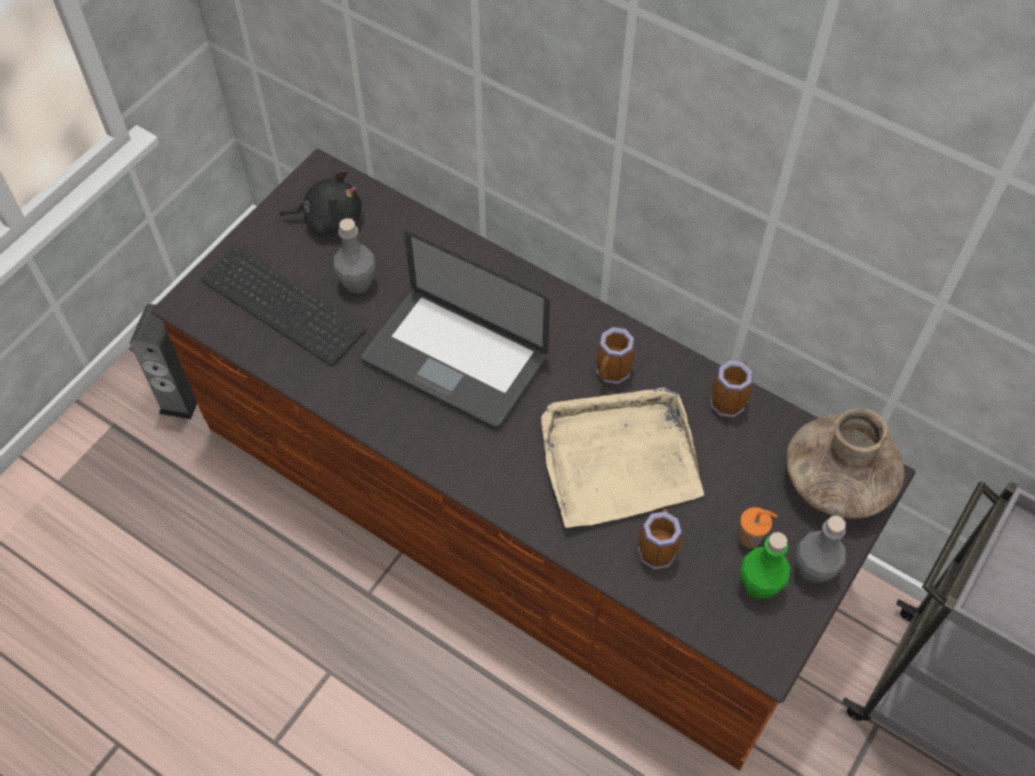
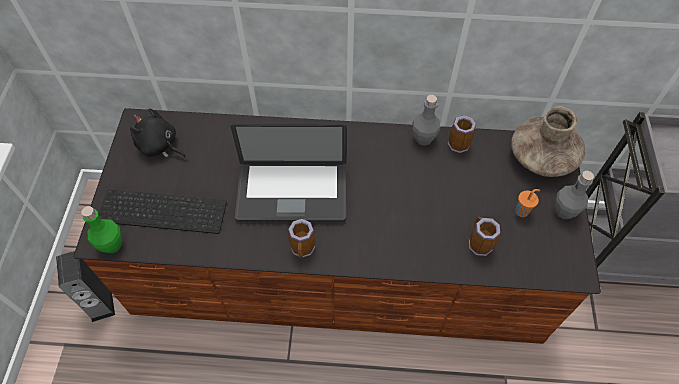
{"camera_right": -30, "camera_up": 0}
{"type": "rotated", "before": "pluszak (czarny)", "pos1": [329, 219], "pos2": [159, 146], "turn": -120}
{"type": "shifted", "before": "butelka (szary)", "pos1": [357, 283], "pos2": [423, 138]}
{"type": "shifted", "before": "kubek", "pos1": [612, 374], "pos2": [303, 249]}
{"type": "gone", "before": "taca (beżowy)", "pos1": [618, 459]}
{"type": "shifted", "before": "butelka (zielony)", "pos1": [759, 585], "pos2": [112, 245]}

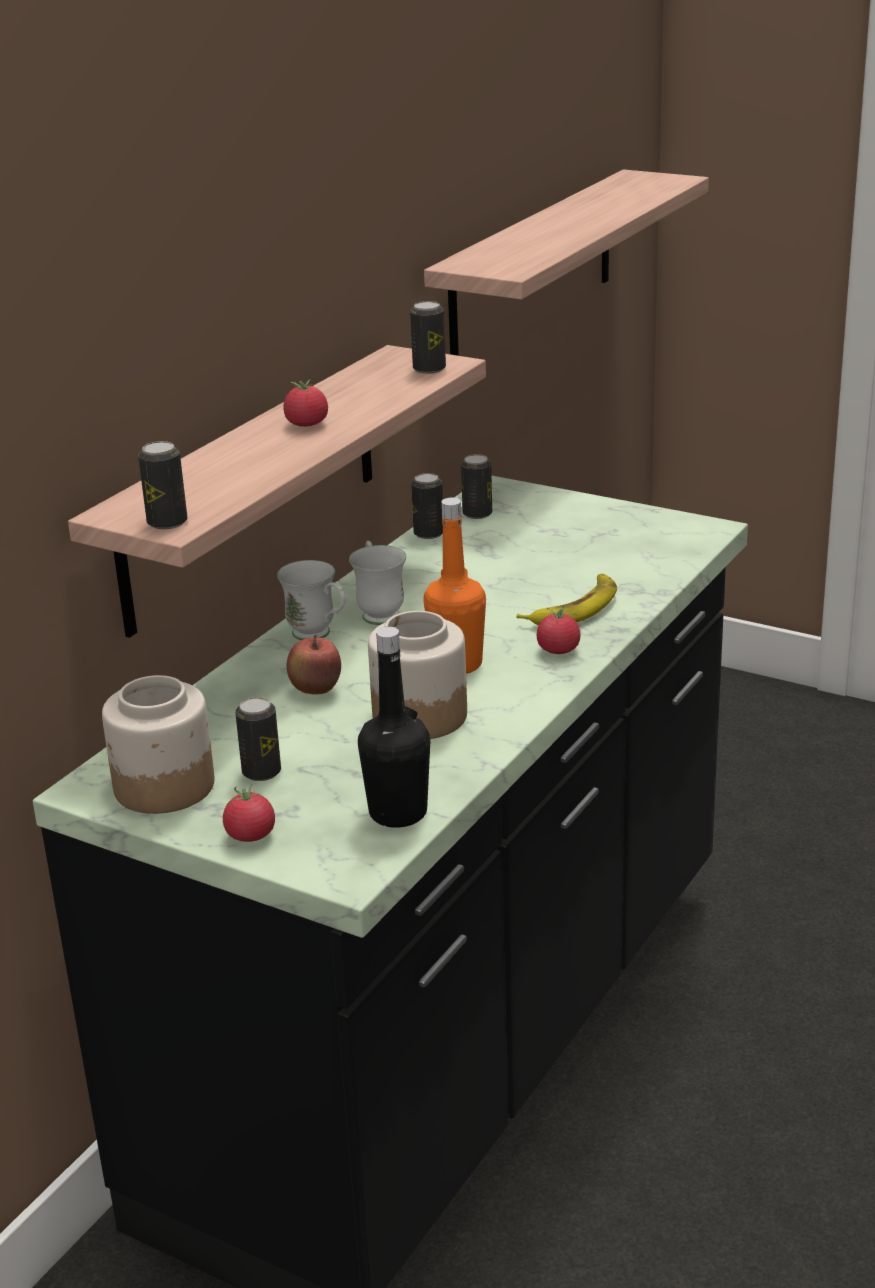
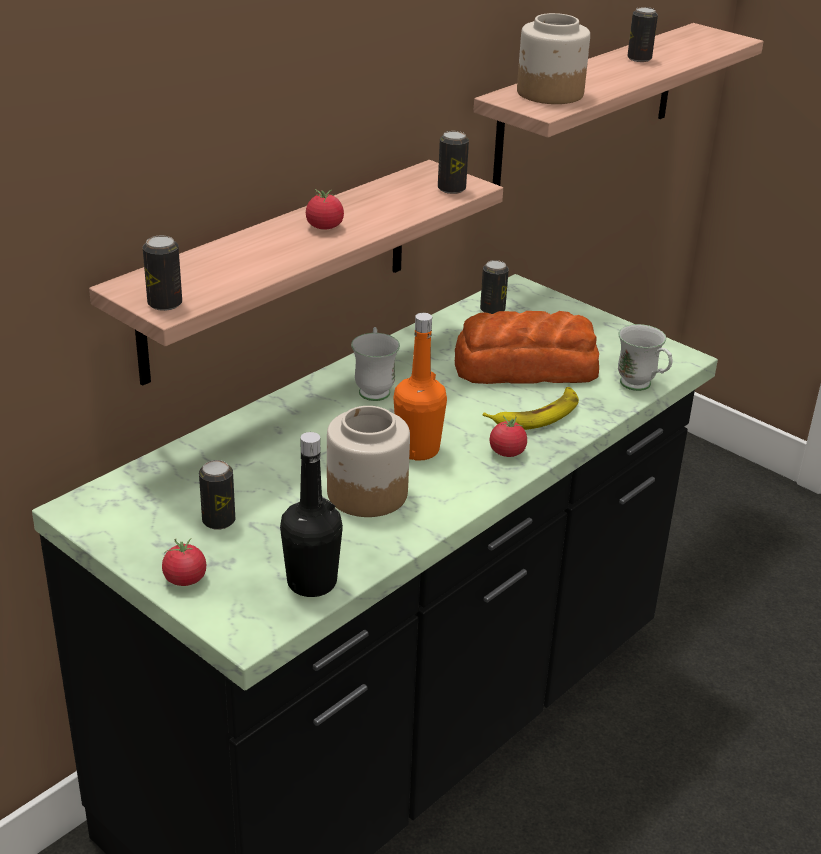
{"camera_right": 10, "camera_up": 5}
{"type": "shifted", "before": "puszka", "pos1": [428, 533], "pos2": [639, 59]}
{"type": "shifted", "before": "kubek (biały)", "pos1": [318, 635], "pos2": [641, 387]}
{"type": "gone", "before": "jabłko", "pos1": [316, 691]}
{"type": "shifted", "before": "słoik", "pos1": [163, 787], "pos2": [549, 93]}
{"type": "new", "after": "chleb", "pos2": [524, 366]}

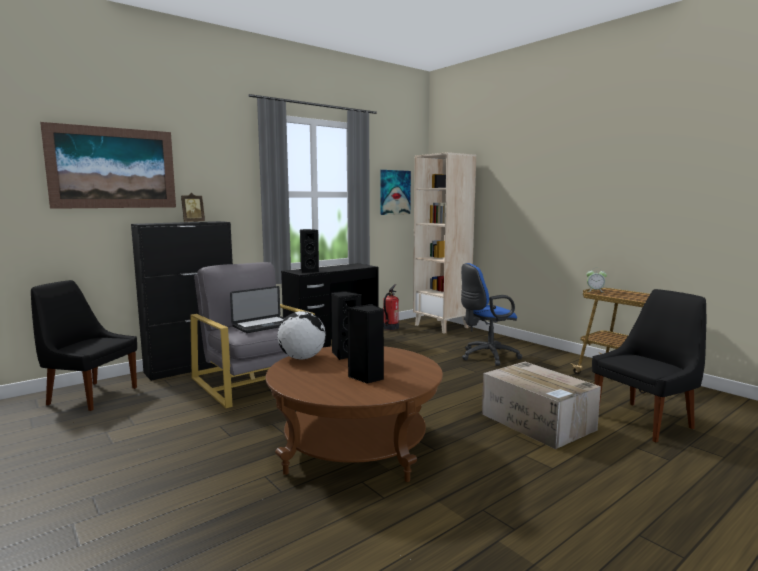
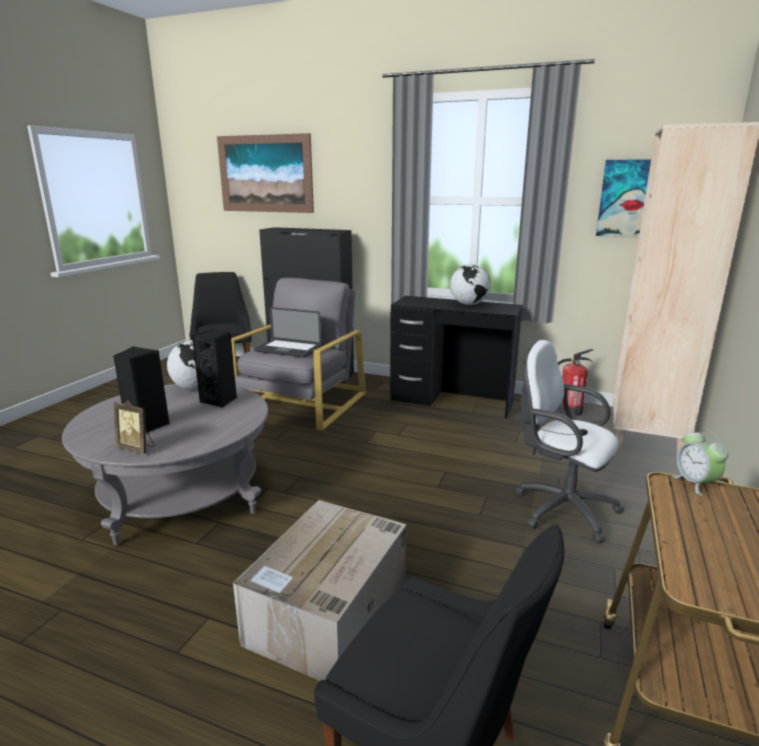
{"camera_right": 60, "camera_up": 10}
{"type": "shifted", "before": "ramka na zdjęcie", "pos1": [193, 222], "pos2": [137, 448]}
{"type": "gone", "before": "głośnik (czarny)", "pos1": [308, 271]}
{"type": "repainted", "before": "krzesło biurowe (niebieski)", "after": "krzesło biurowe (biały)", "pos1": [486, 356], "pos2": [559, 508]}
{"type": "repainted", "before": "ława (brązowy)", "after": "ława (szary)", "pos1": [355, 447], "pos2": [182, 495]}
{"type": "new", "after": "globus", "pos2": [469, 304]}

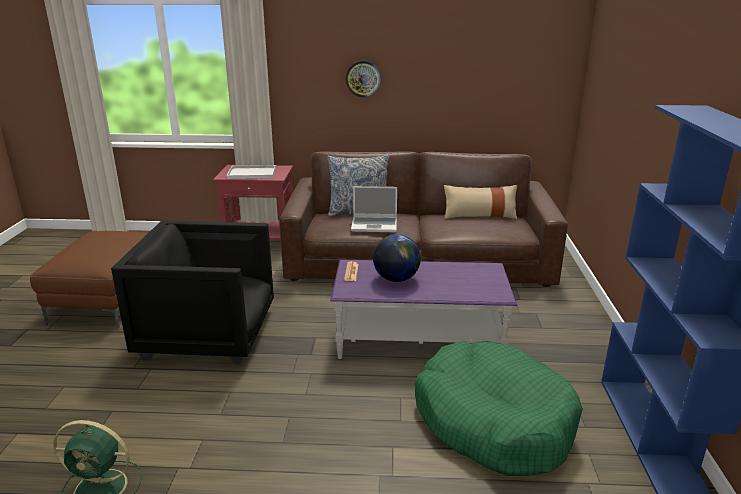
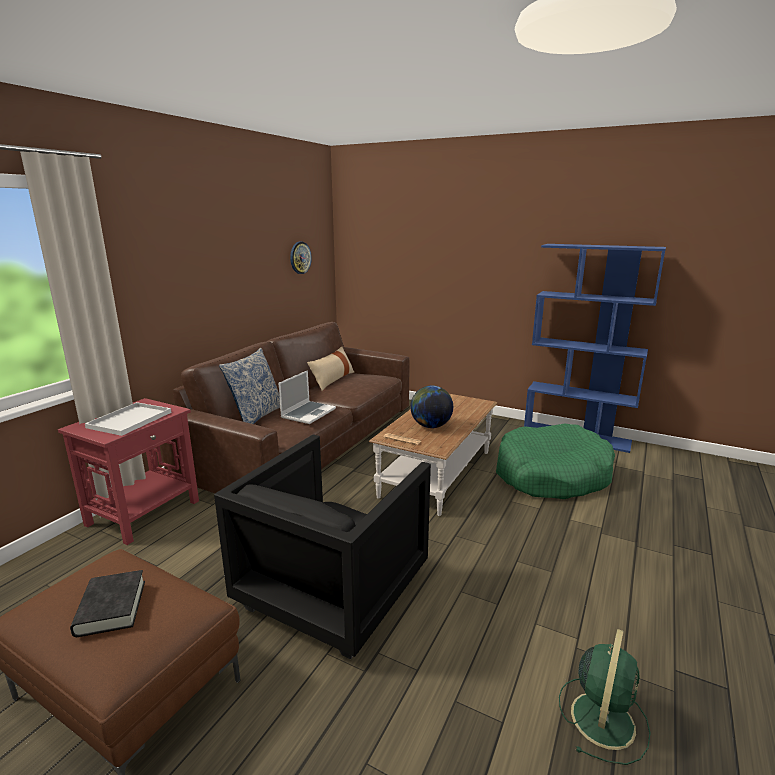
{"camera_right": -65, "camera_up": -5}
{"type": "shifted", "before": "zegar ścienny", "pos1": [363, 79], "pos2": [300, 257]}
{"type": "repainted", "before": "ława (fioletowy)", "after": "ława (brązowy)", "pos1": [419, 340], "pos2": [436, 473]}
{"type": "new", "after": "książka (czarny)", "pos2": [111, 608]}

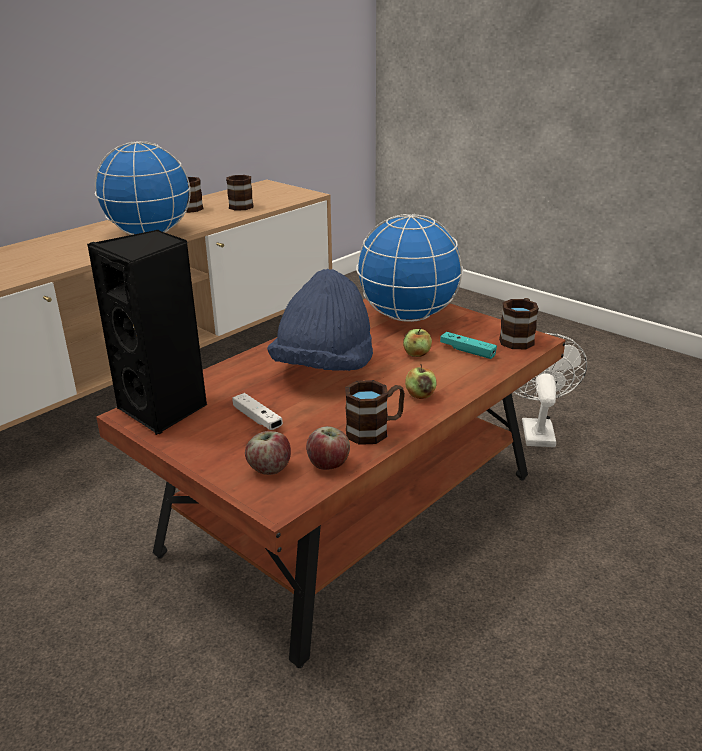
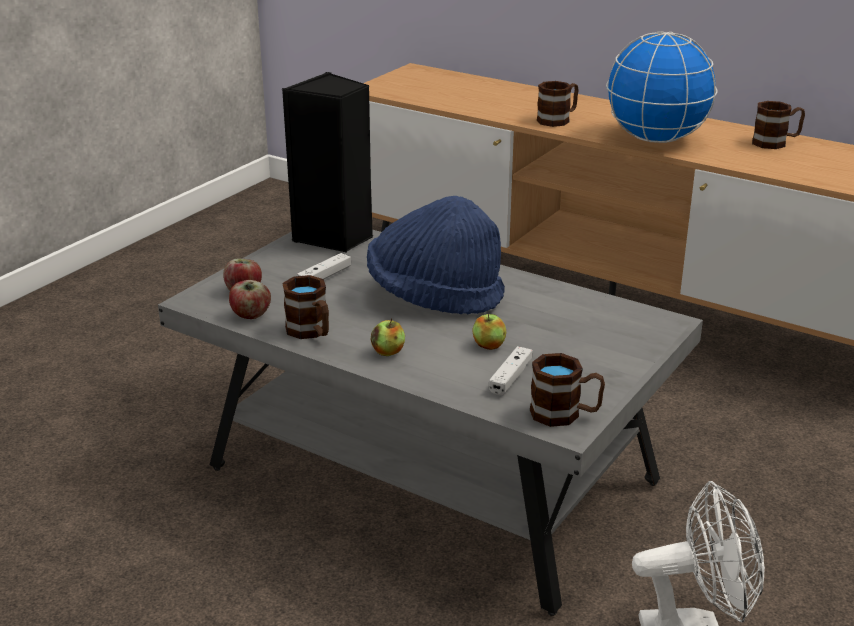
{"camera_right": 80, "camera_up": 0}
{"type": "shifted", "before": "kubek (brązowy)", "pos1": [239, 205], "pos2": [558, 119]}
{"type": "gone", "before": "globus", "pos1": [408, 317]}
{"type": "repainted", "before": "ława (brązowy)", "after": "ława (szary)", "pos1": [353, 516], "pos2": [430, 477]}
{"type": "repainted", "before": "pad do gier (turkusowy)", "after": "pad do gier (biały)", "pos1": [467, 351], "pos2": [510, 377]}

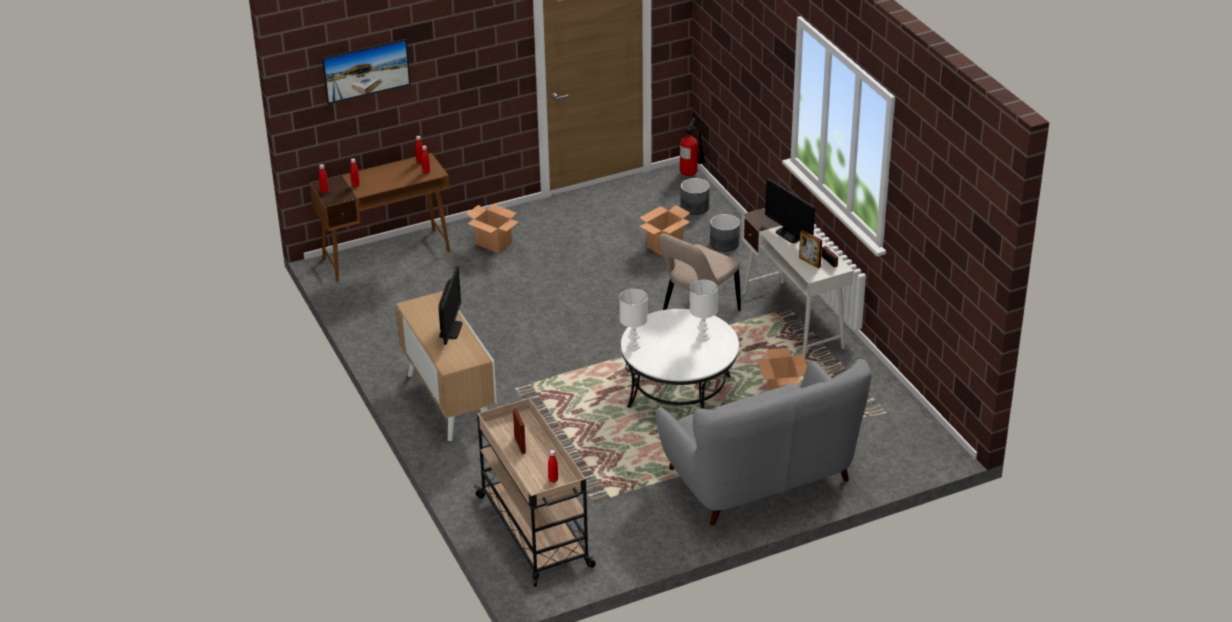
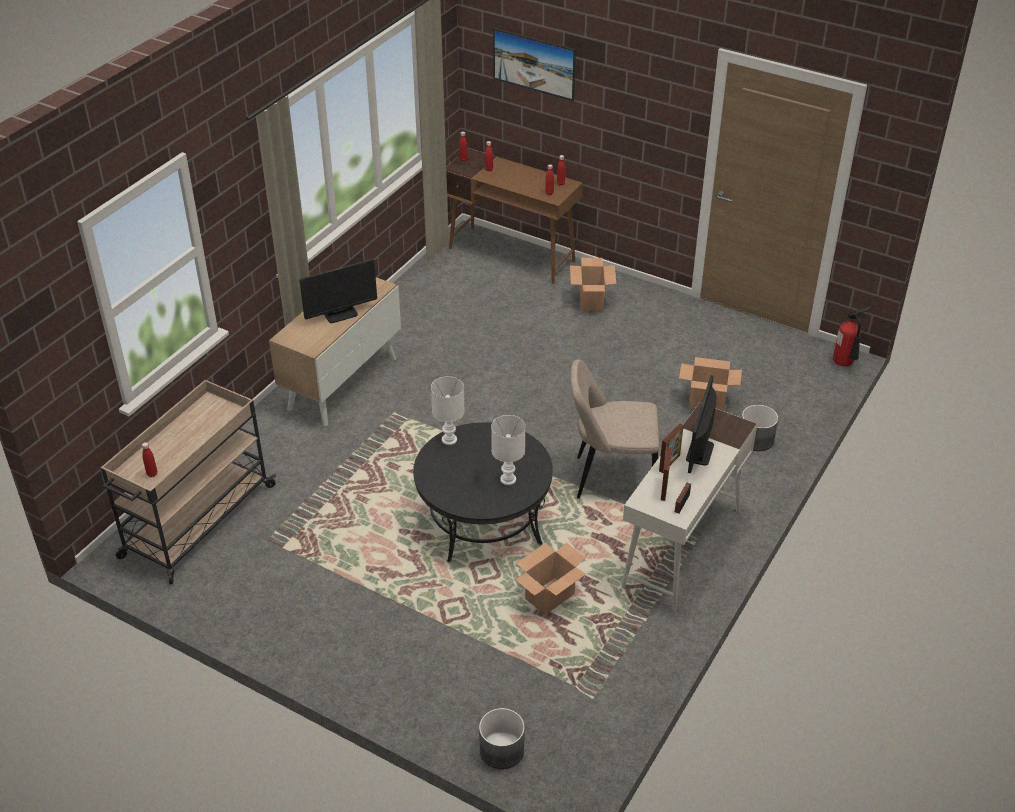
{"camera_right": 55, "camera_up": 5}
{"type": "shifted", "before": "donica (szary)", "pos1": [694, 207], "pos2": [501, 750]}
{"type": "repainted", "before": "ława (biały)", "after": "ława (czarny)", "pos1": [679, 392], "pos2": [483, 520]}
{"type": "gone", "before": "kanapa (szary)", "pos1": [761, 478]}
{"type": "shifted", "before": "ramka na zdjęcie", "pos1": [520, 445], "pos2": [669, 463]}

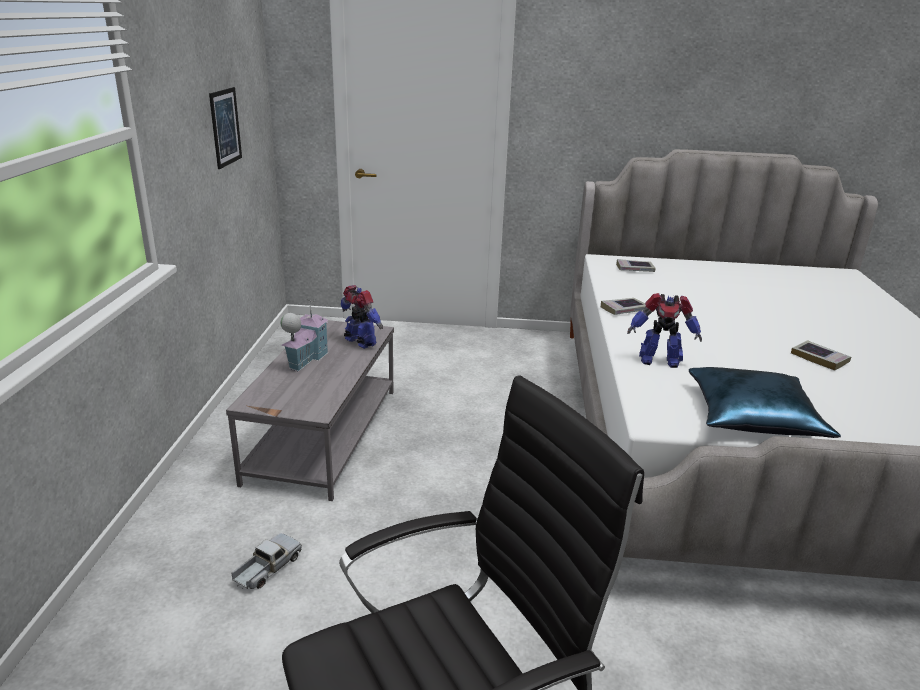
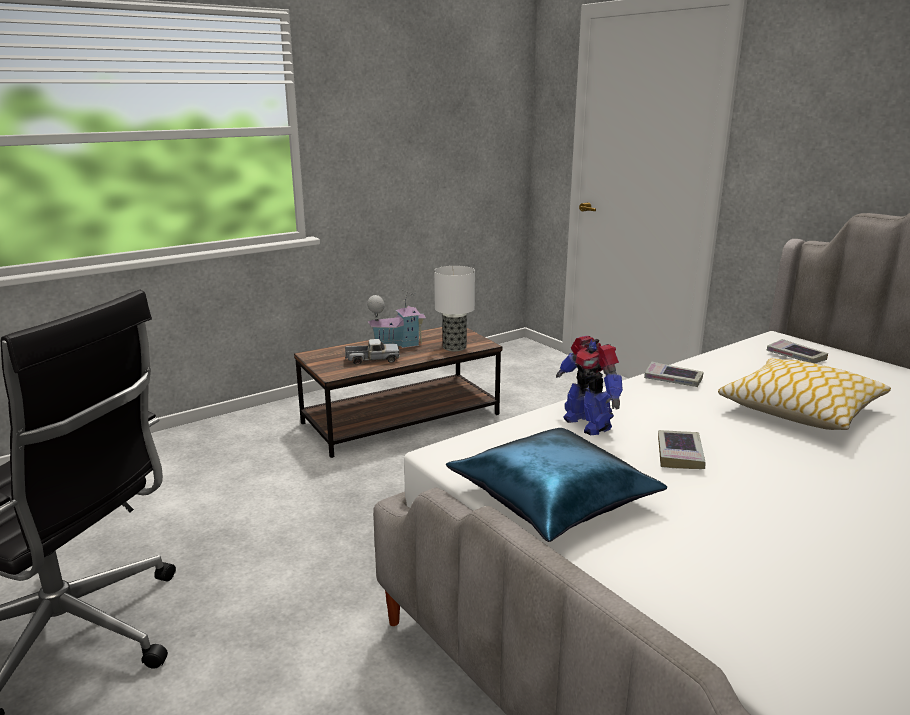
{"camera_right": 50, "camera_up": -5}
{"type": "gone", "before": "obraz", "pos1": [225, 127]}
{"type": "swapped", "before": "robot zabawkowy", "after": "lampa stołowa", "pos1": [360, 342], "pos2": [454, 347]}
{"type": "repainted", "before": "ława (szary)", "after": "ława (brązowy)", "pos1": [324, 435], "pos2": [401, 419]}
{"type": "shifted", "before": "książka", "pos1": [819, 358], "pos2": [679, 454]}
{"type": "shifted", "before": "ciężarówka zabawkowa", "pos1": [267, 568], "pos2": [372, 359]}
{"type": "new", "after": "poduszka", "pos2": [800, 409]}

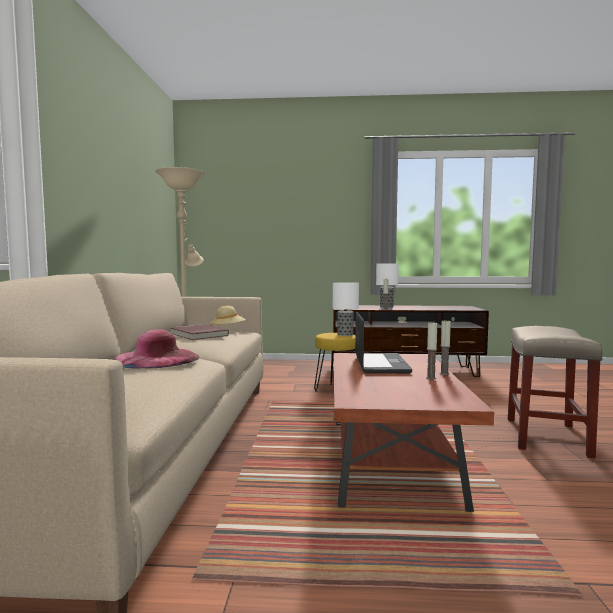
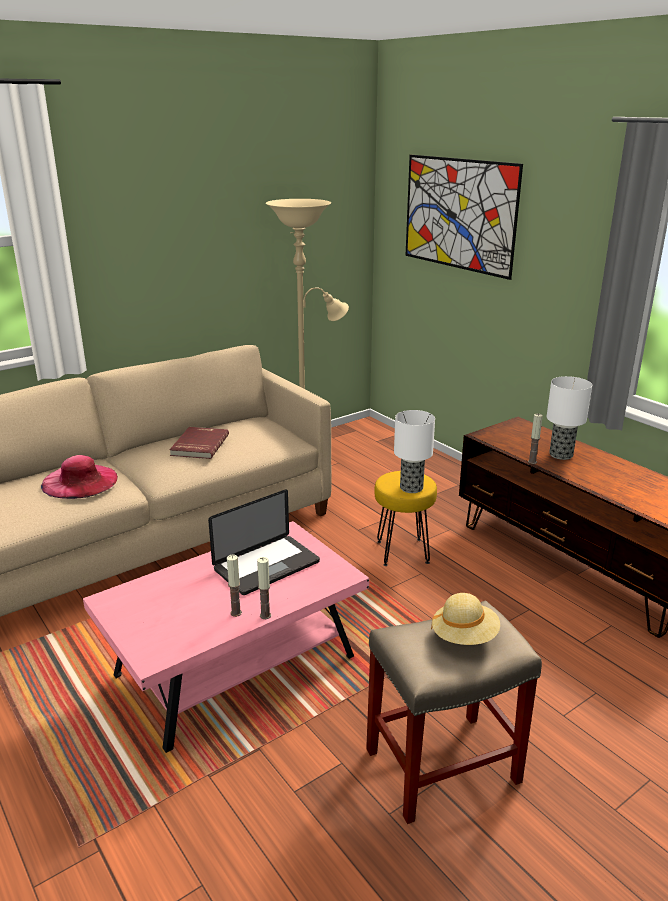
{"camera_right": 50, "camera_up": 20}
{"type": "shifted", "before": "kapelusz (beżowy)", "pos1": [228, 329], "pos2": [464, 636]}
{"type": "repainted", "before": "ława (brązowy)", "after": "ława (różowy)", "pos1": [390, 461], "pos2": [235, 668]}
{"type": "new", "after": "obraz", "pos2": [459, 214]}

